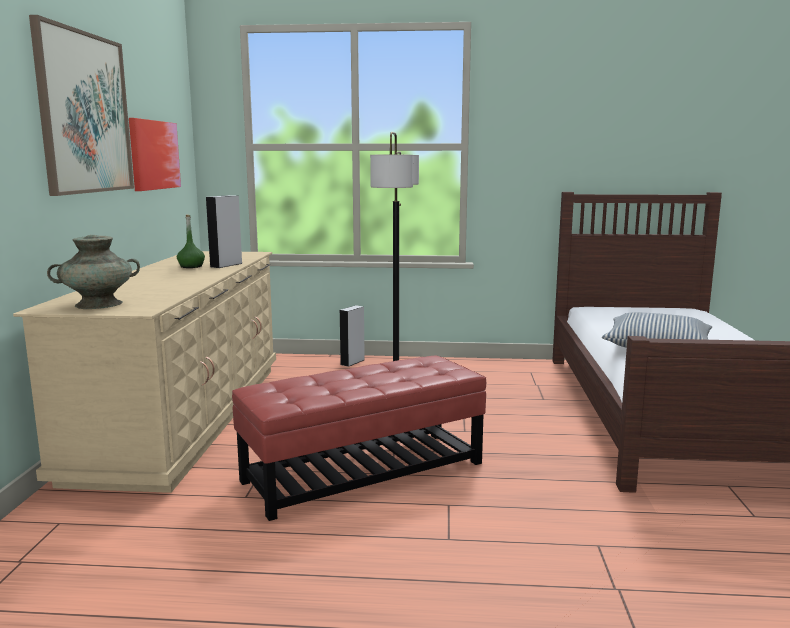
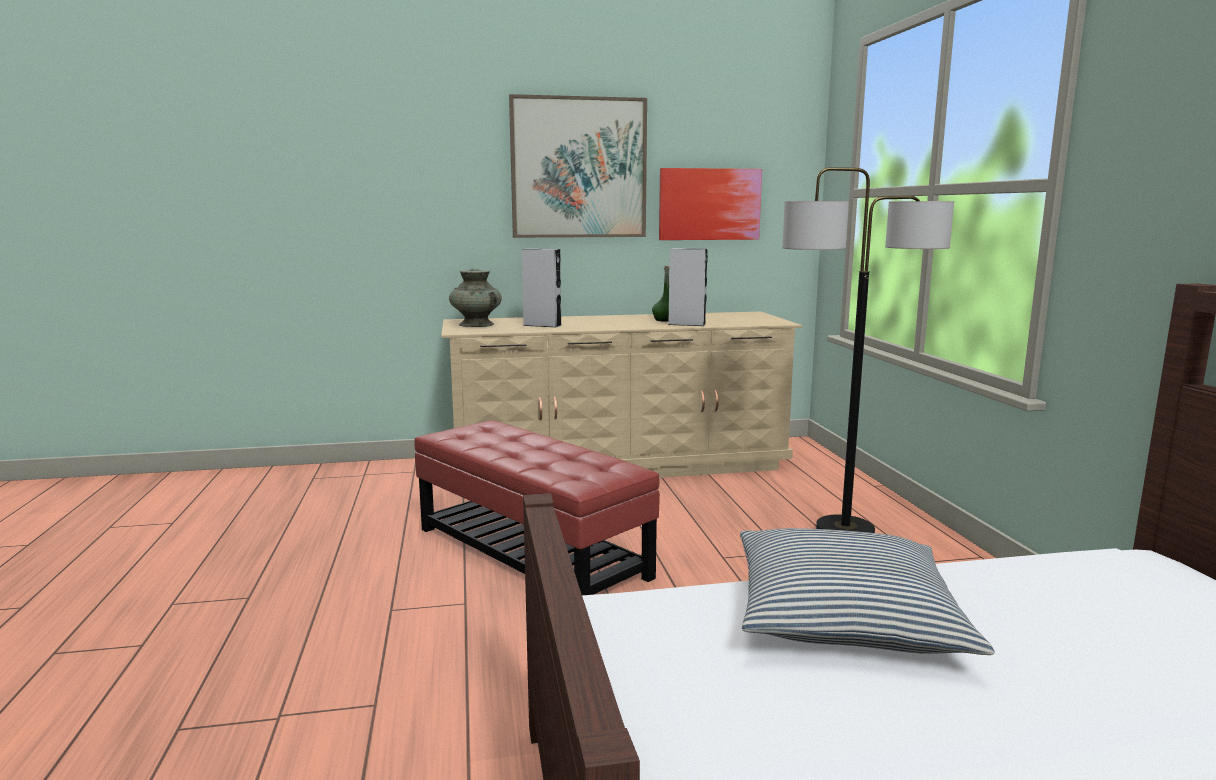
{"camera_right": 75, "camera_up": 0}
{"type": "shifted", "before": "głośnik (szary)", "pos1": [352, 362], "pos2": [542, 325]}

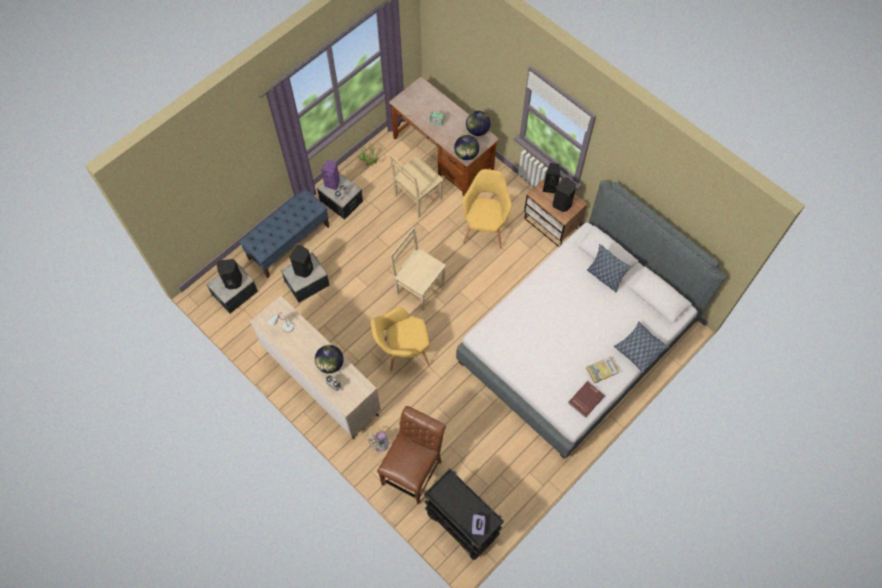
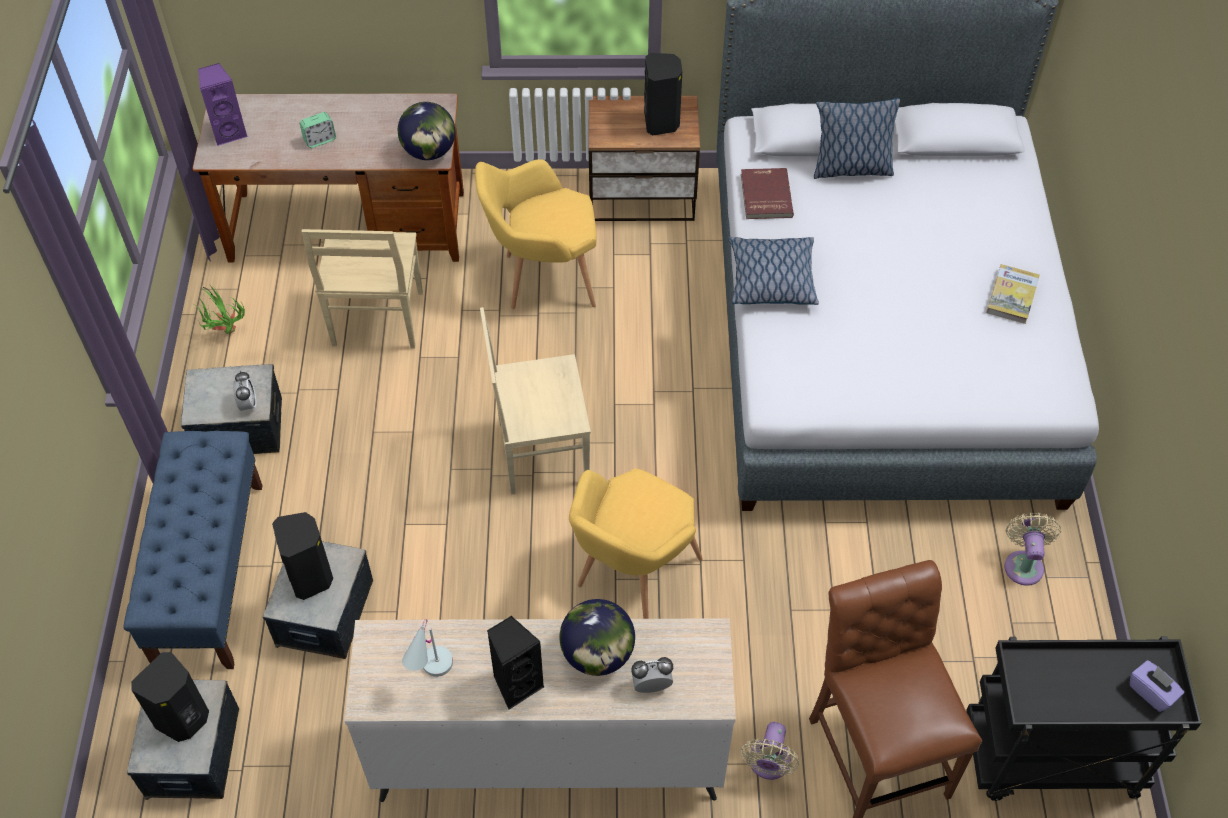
{"camera_right": -45, "camera_up": -10}
{"type": "gone", "before": "globus", "pos1": [477, 130]}
{"type": "shifted", "before": "głośnik (fioletowy)", "pos1": [333, 184], "pos2": [229, 132]}
{"type": "shifted", "before": "głośnik (czarny)", "pos1": [550, 187], "pos2": [516, 684]}
{"type": "rotated", "before": "fotel (żółty)", "pos1": [485, 227], "pos2": [542, 278], "turn": -60}
{"type": "shifted", "before": "poduszka", "pos1": [639, 349], "pos2": [771, 279]}
{"type": "shifted", "before": "książka (czerwony)", "pos1": [585, 399], "pos2": [765, 195]}
{"type": "new", "after": "wentylator (beżowy)", "pos2": [1023, 564]}

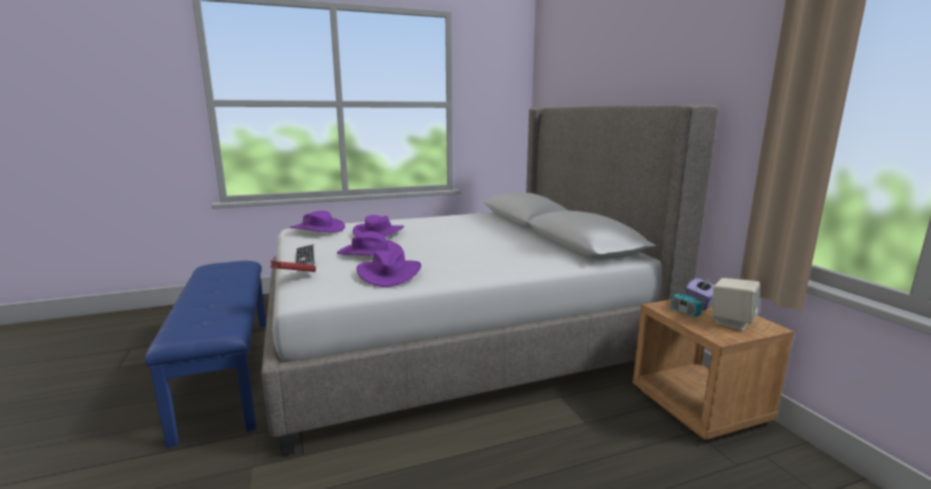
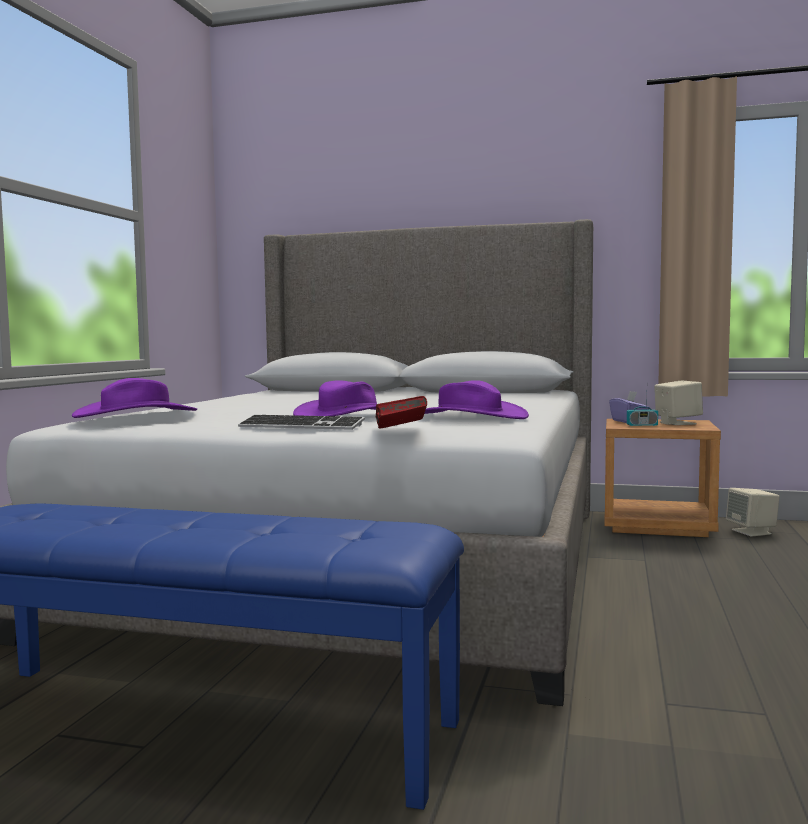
{"camera_right": -55, "camera_up": -10}
{"type": "gone", "before": "kapelusz (fioletowy)", "pos1": [379, 232]}
{"type": "new", "after": "głośnik (beżowy)", "pos2": [752, 532]}

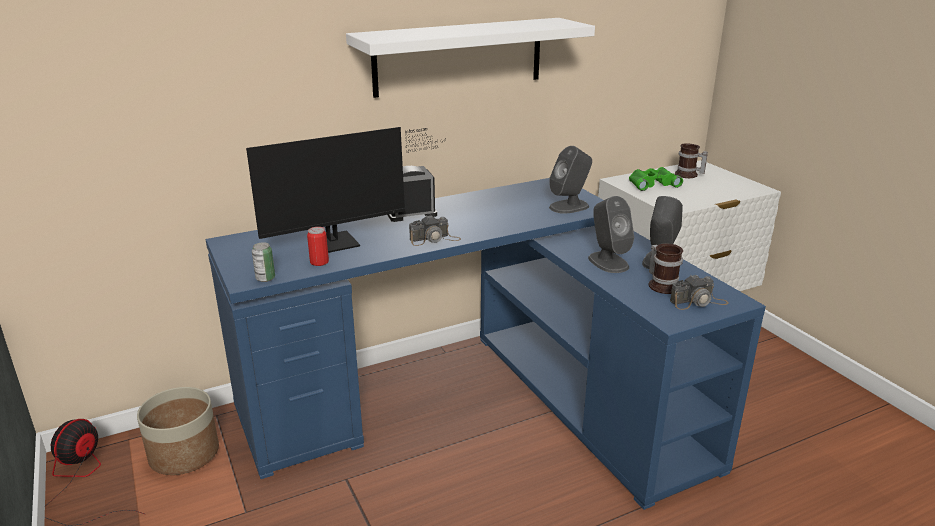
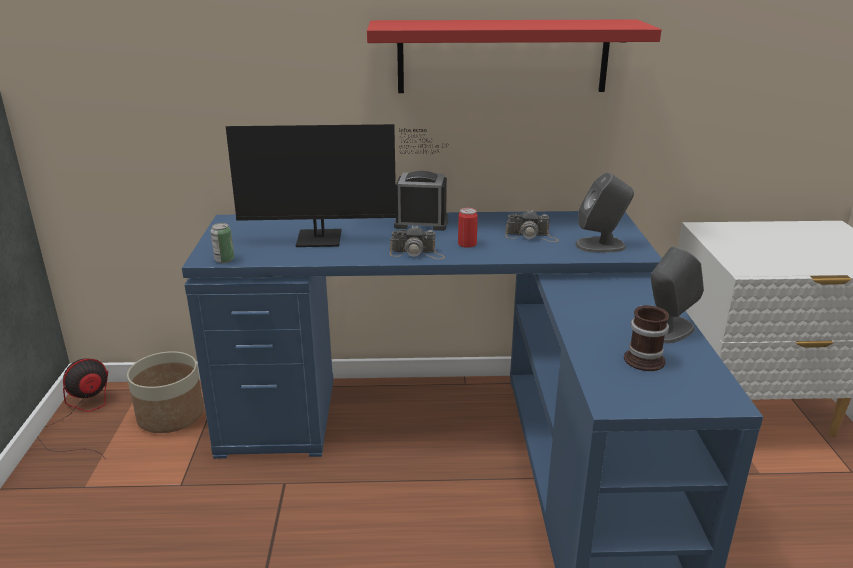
{"camera_right": 25, "camera_up": 0}
{"type": "repainted", "before": "półka (biały)", "after": "półka (czerwony)", "pos1": [459, 56], "pos2": [503, 56]}
{"type": "gone", "before": "kubek", "pos1": [688, 175]}
{"type": "gone", "before": "lornetka (zielony)", "pos1": [652, 183]}
{"type": "gone", "before": "głośnik (szary)", "pos1": [608, 262]}
{"type": "shifted", "before": "puszka", "pos1": [319, 262], "pos2": [467, 244]}
{"type": "shifted", "before": "aparat fotograficzny", "pos1": [698, 302], "pos2": [531, 236]}

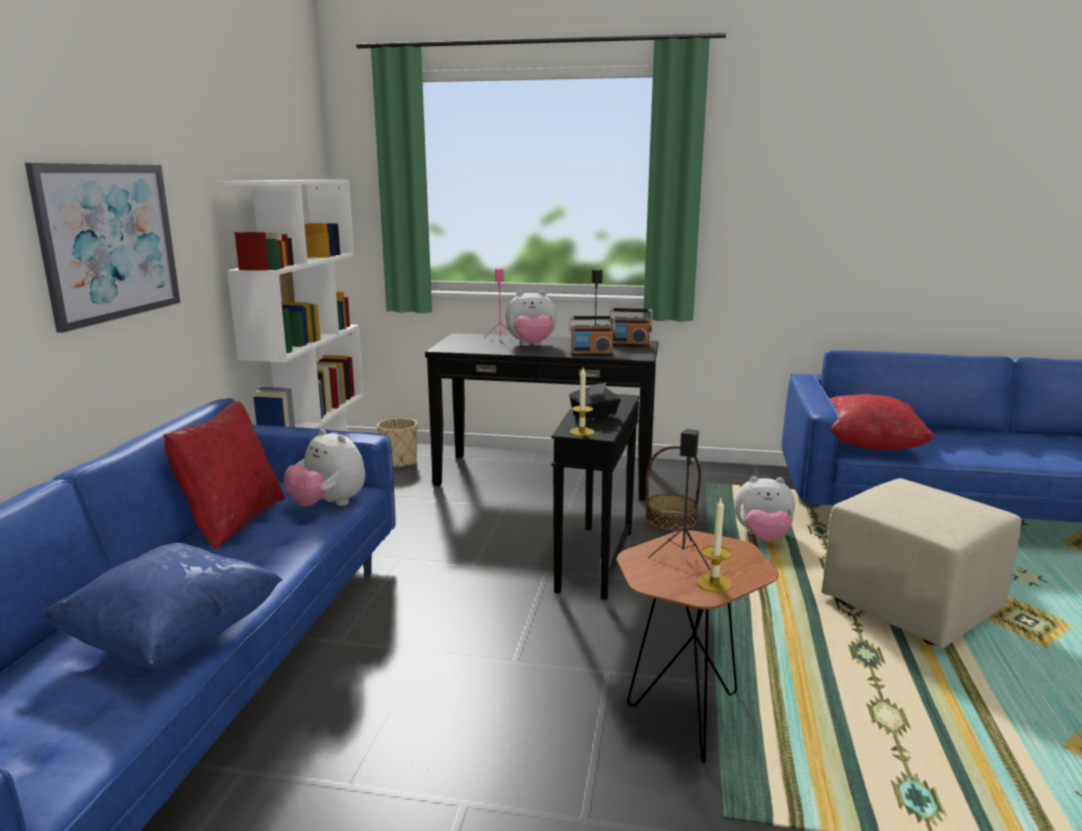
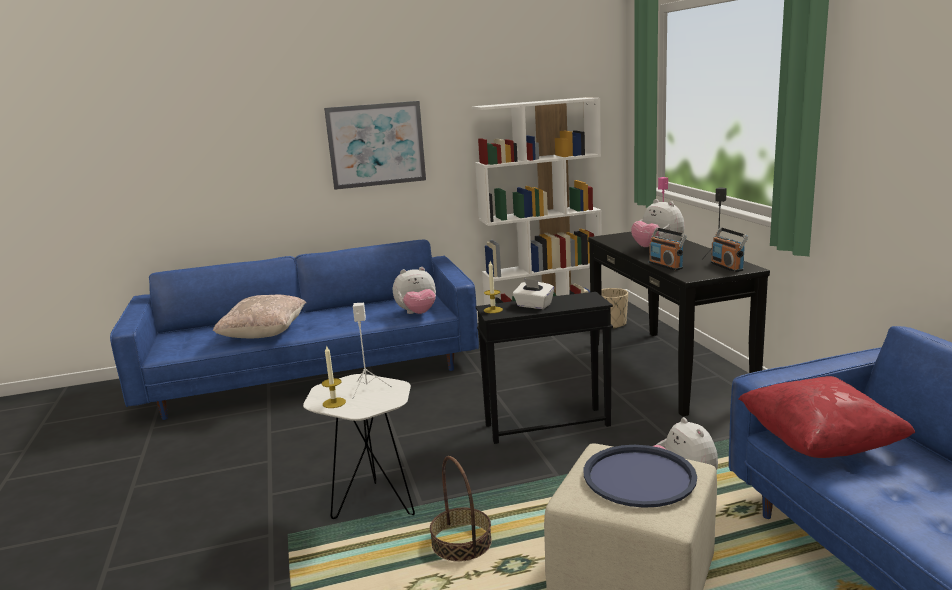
{"camera_right": 65, "camera_up": 0}
{"type": "repainted", "before": "pudełko chusteczek (czarny)", "after": "pudełko chusteczek (biały)", "pos1": [595, 416], "pos2": [533, 305]}
{"type": "gone", "before": "poduszka (czerwony)", "pos1": [232, 521]}
{"type": "rotated", "before": "pluszak", "pos1": [328, 505], "pos2": [417, 313], "turn": -120}
{"type": "repainted", "before": "głośnik (czarny)", "after": "głośnik (biały)", "pos1": [683, 556], "pos2": [367, 389]}
{"type": "shifted", "before": "koszyk", "pos1": [671, 519], "pos2": [462, 543]}
{"type": "repainted", "before": "stolik (brązowy)", "after": "stolik (biały)", "pos1": [685, 721], "pos2": [371, 504]}
{"type": "repainted", "before": "poduszka (niebieski)", "after": "poduszka (beżowy)", "pos1": [173, 638], "pos2": [264, 335]}
{"type": "new", "after": "taca (niebieski)", "pos2": [639, 477]}

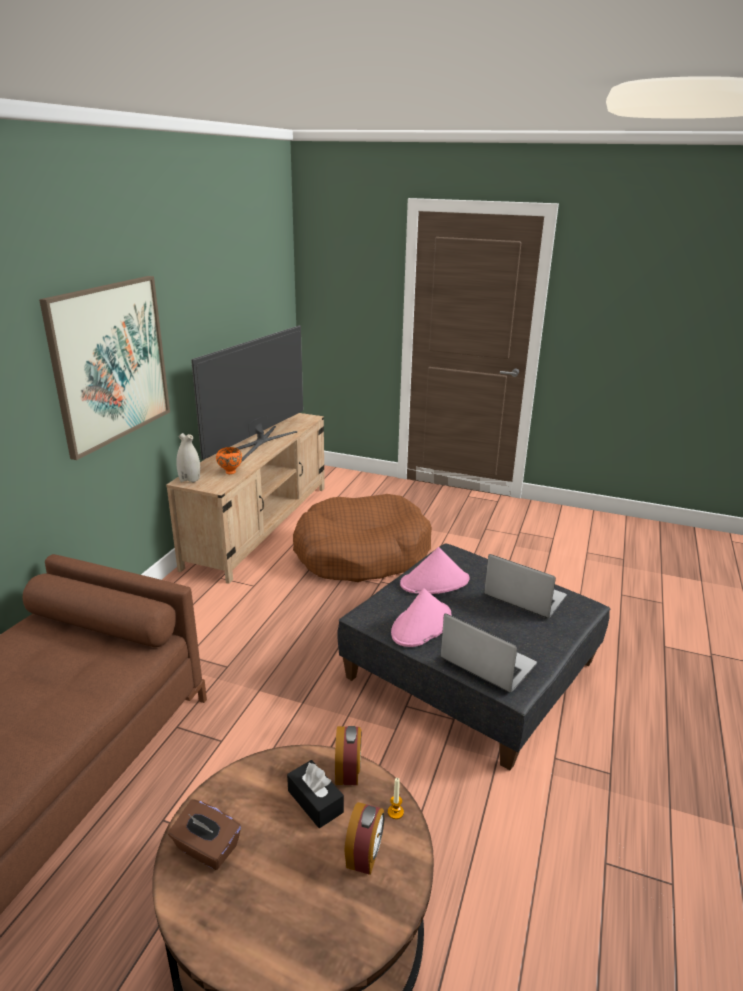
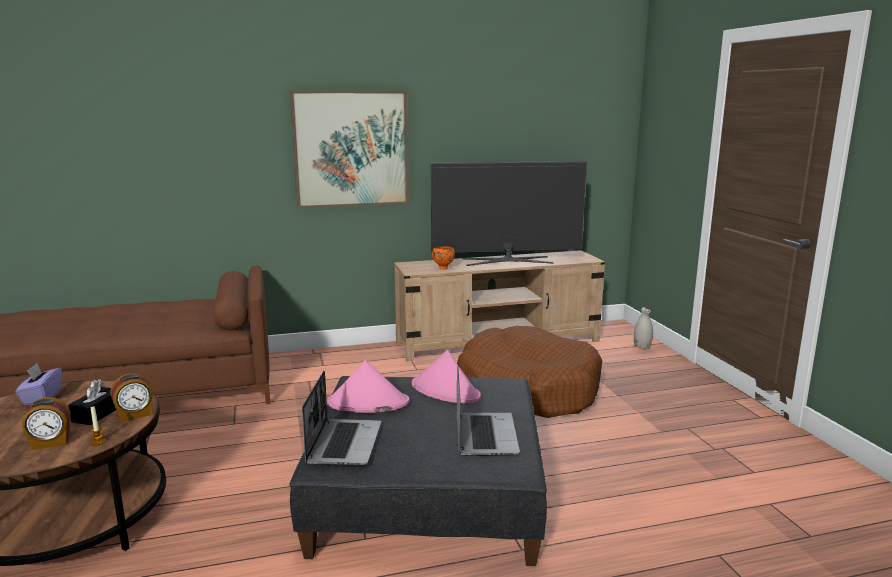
{"camera_right": 55, "camera_up": -10}
{"type": "shifted", "before": "wazon (biały)", "pos1": [190, 480], "pos2": [642, 347]}
{"type": "repainted", "before": "pudełko chusteczek (brązowy)", "after": "pudełko chusteczek (fioletowy)", "pos1": [206, 848], "pos2": [42, 397]}

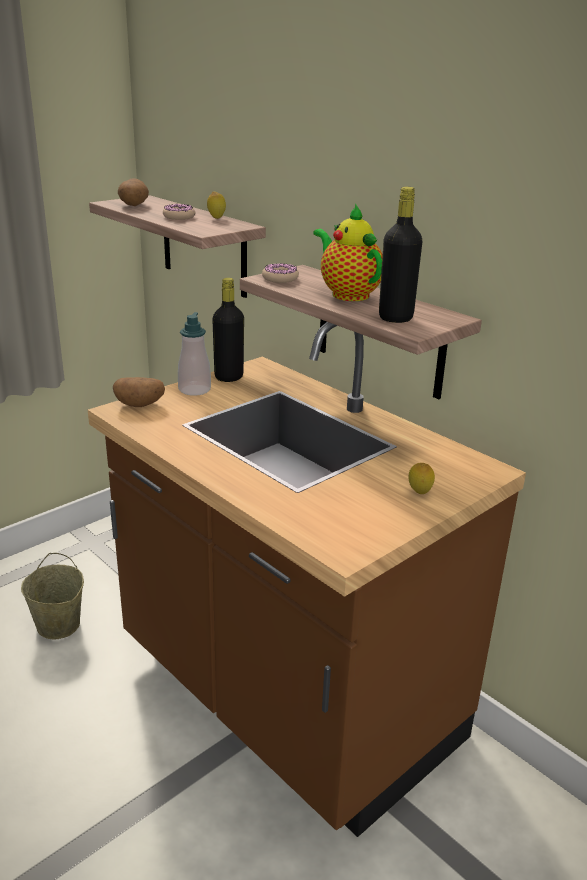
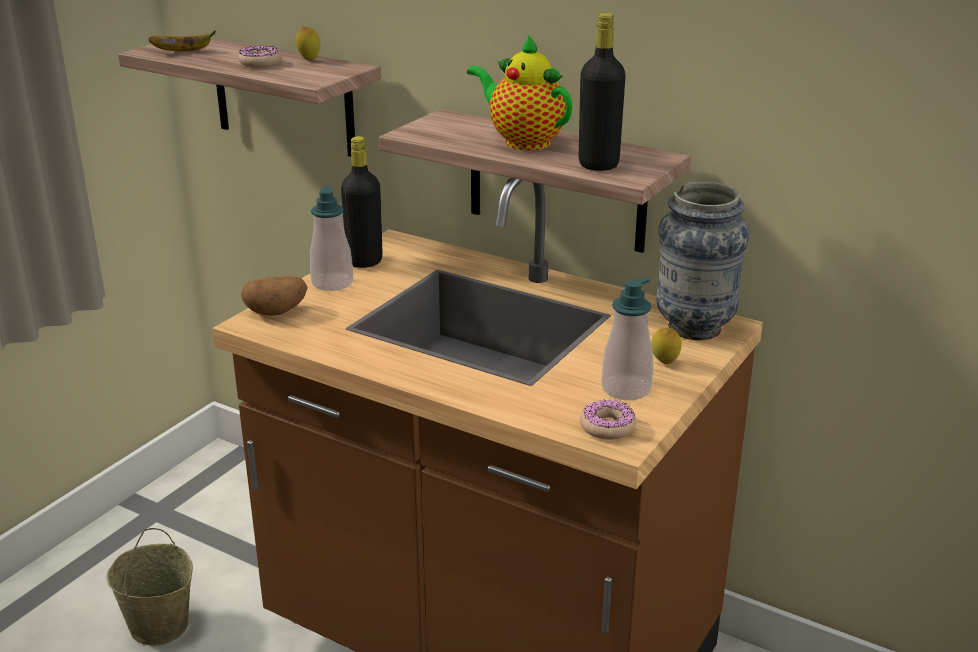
{"camera_right": -15, "camera_up": 0}
{"type": "swapped", "before": "ziemniak", "after": "banan", "pos1": [133, 205], "pos2": [184, 52]}
{"type": "shifted", "before": "donut", "pos1": [280, 278], "pos2": [607, 427]}
{"type": "new", "after": "wazon", "pos2": [694, 328]}
{"type": "new", "after": "dozownik mydła", "pos2": [626, 389]}

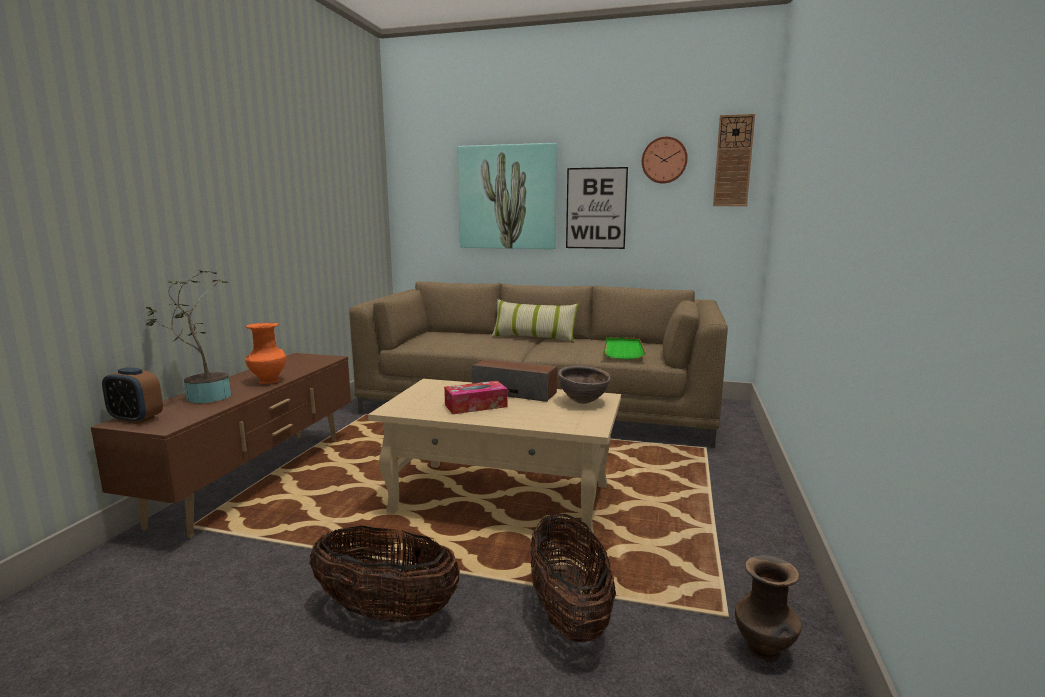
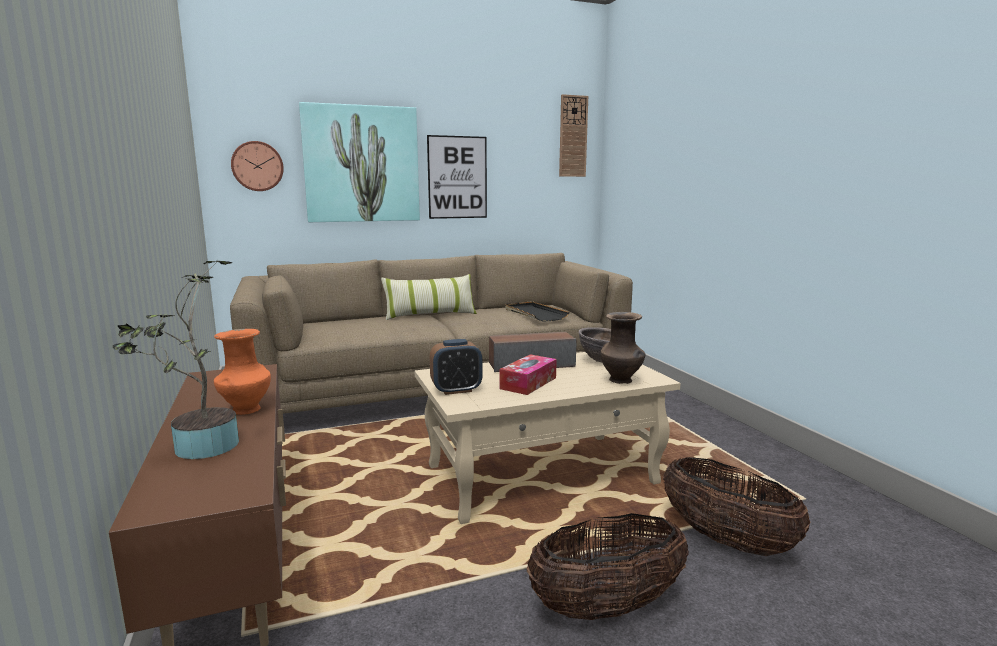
{"camera_right": -35, "camera_up": 0}
{"type": "shifted", "before": "zegar ścienny", "pos1": [664, 160], "pos2": [257, 166]}
{"type": "repainted", "before": "taca (zielony)", "after": "taca (czarny)", "pos1": [623, 350], "pos2": [534, 314]}
{"type": "shifted", "before": "budzik", "pos1": [136, 419], "pos2": [456, 390]}
{"type": "shifted", "before": "wazon (brązowy)", "pos1": [764, 652], "pos2": [621, 381]}

